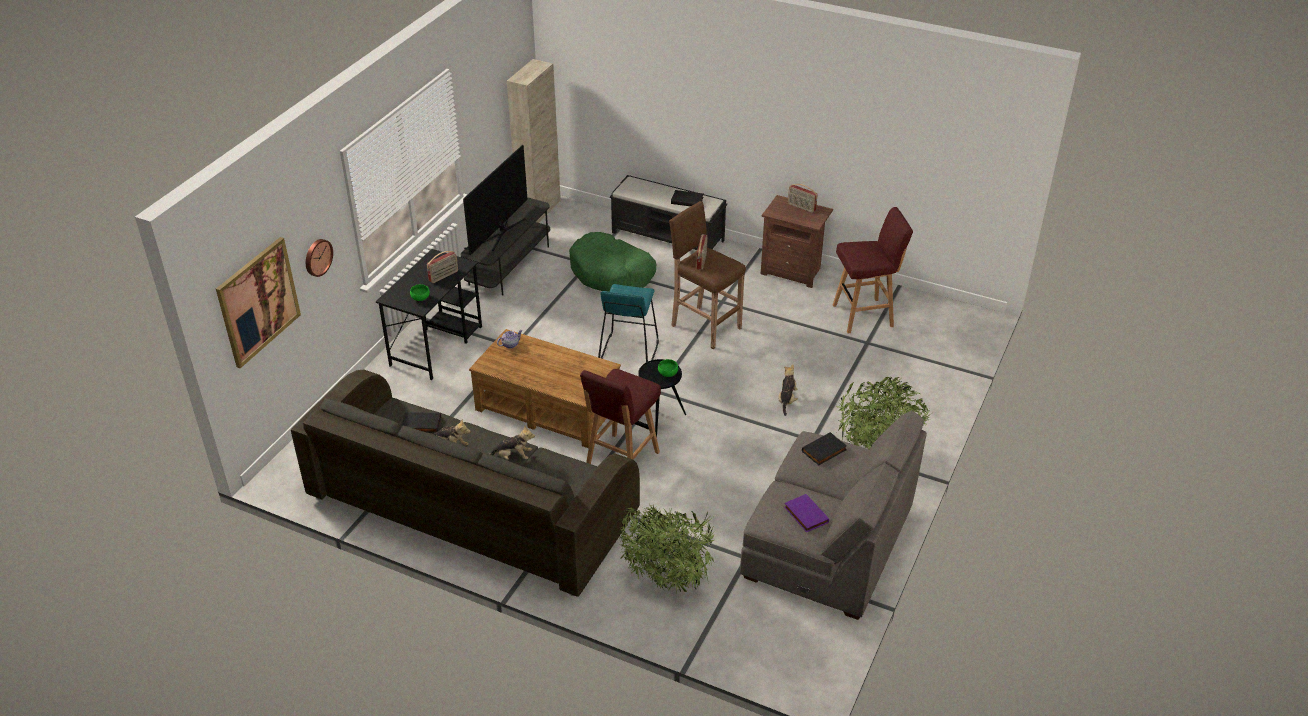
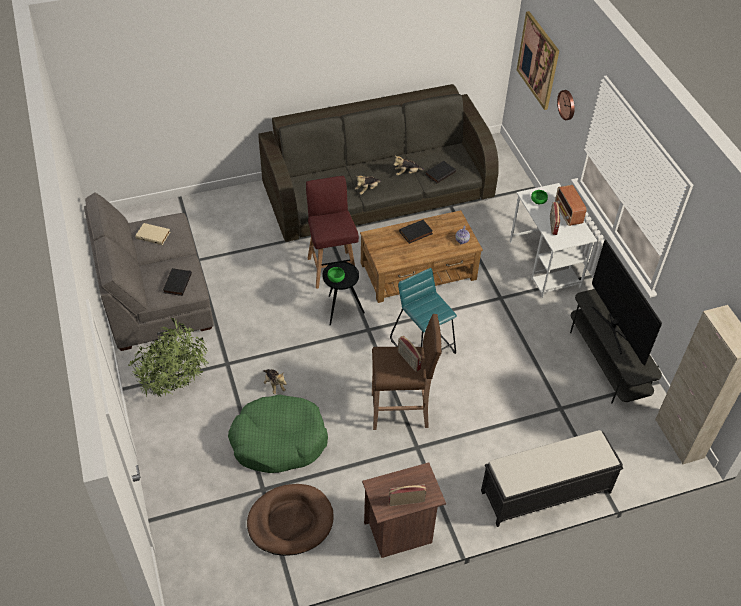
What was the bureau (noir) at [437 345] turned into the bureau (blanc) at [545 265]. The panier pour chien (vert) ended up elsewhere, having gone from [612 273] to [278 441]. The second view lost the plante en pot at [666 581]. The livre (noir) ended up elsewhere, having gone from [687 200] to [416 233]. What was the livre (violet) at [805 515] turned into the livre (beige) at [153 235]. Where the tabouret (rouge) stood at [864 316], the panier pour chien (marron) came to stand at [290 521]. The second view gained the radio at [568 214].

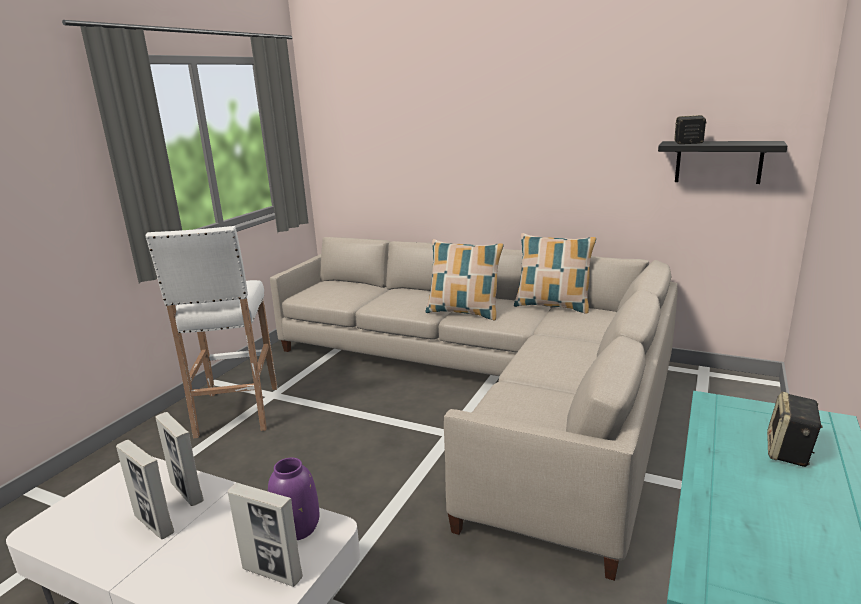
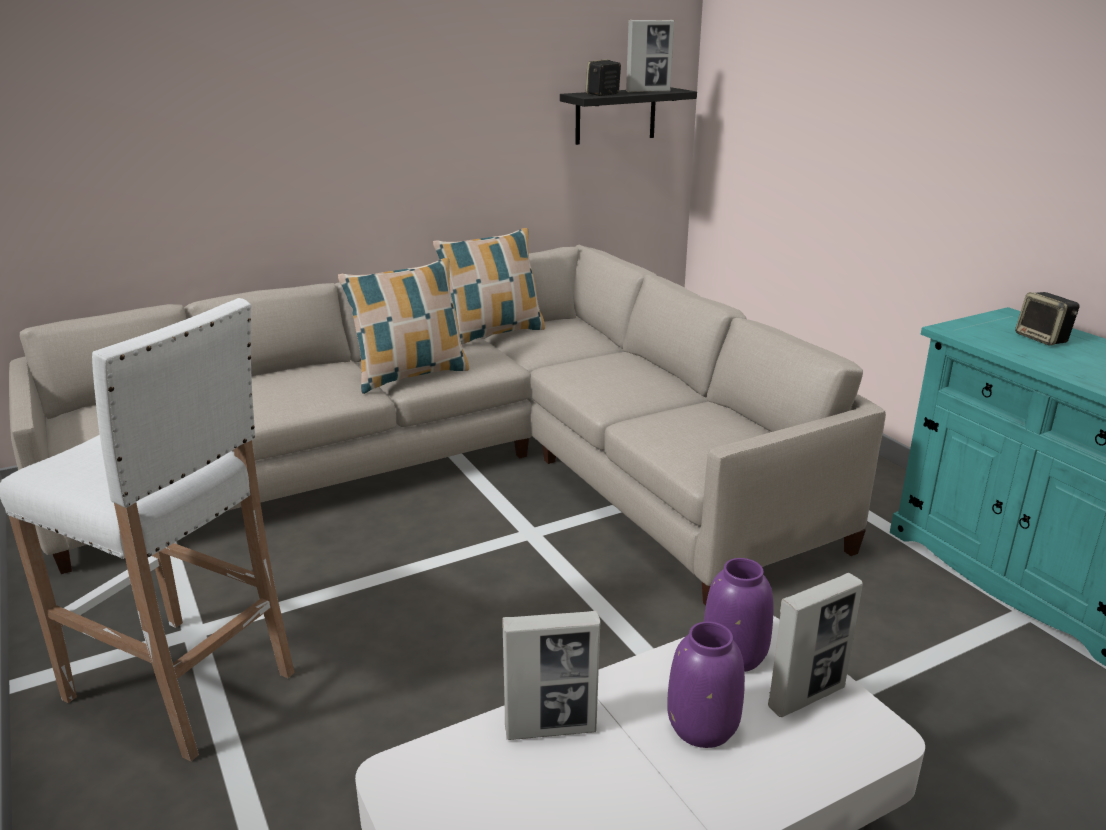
The cadre photo ended up elsewhere, having gone from [154 524] to [648 91]. The second view gained the vase (violet) at [703 727].

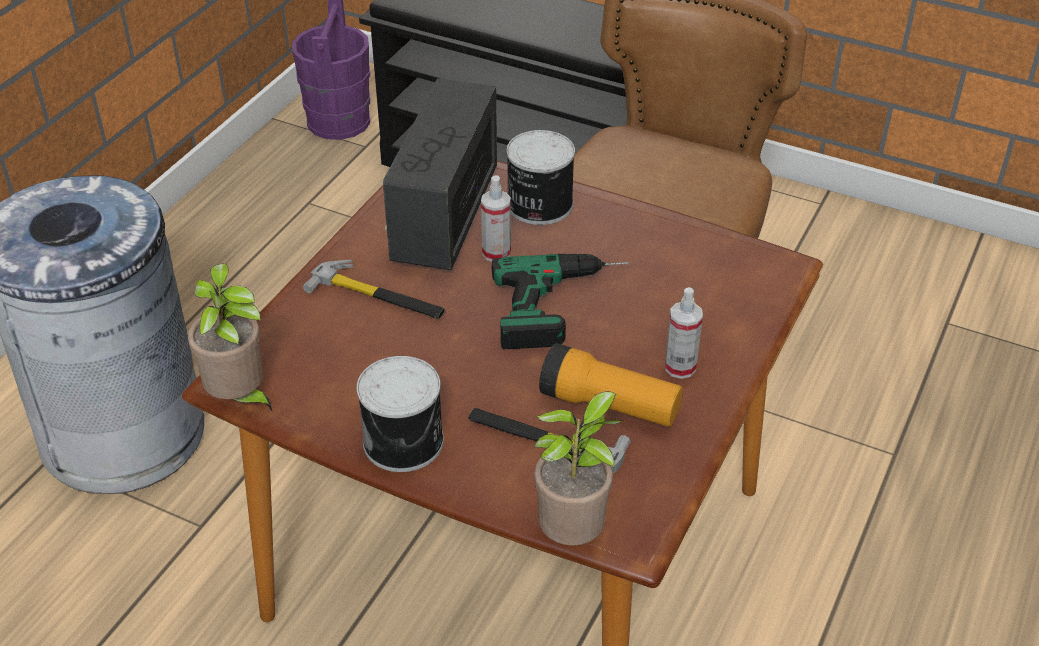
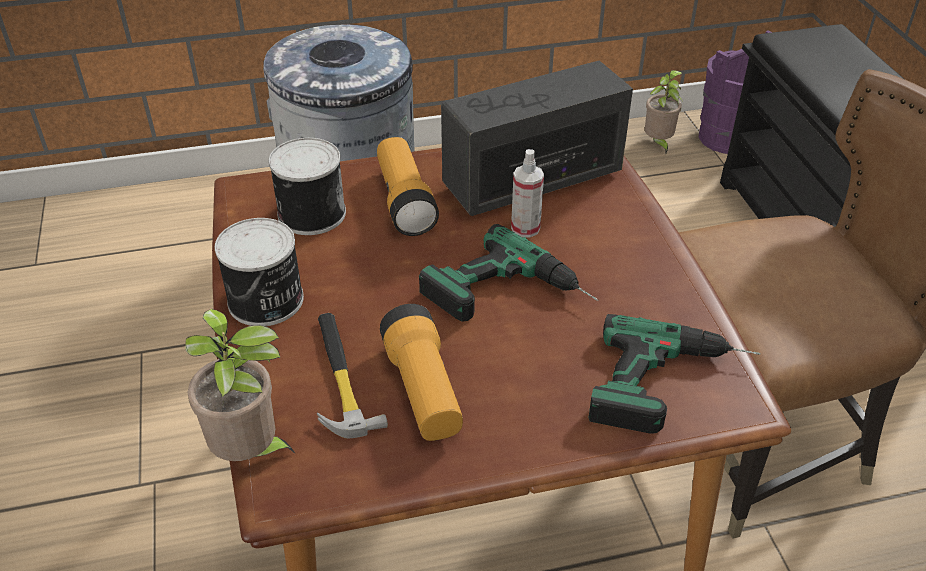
The plante en pot ended up elsewhere, having gone from [240 399] to [658 143]. Where the marteau stood at [378 296], the lampe de poche came to stand at [405 201]. The boîte métallique ended up elsewhere, having gone from [538 205] to [310 213]. The second view lost the vaporisateur at [680 367]. The second view gained the perceuse at [674 385].

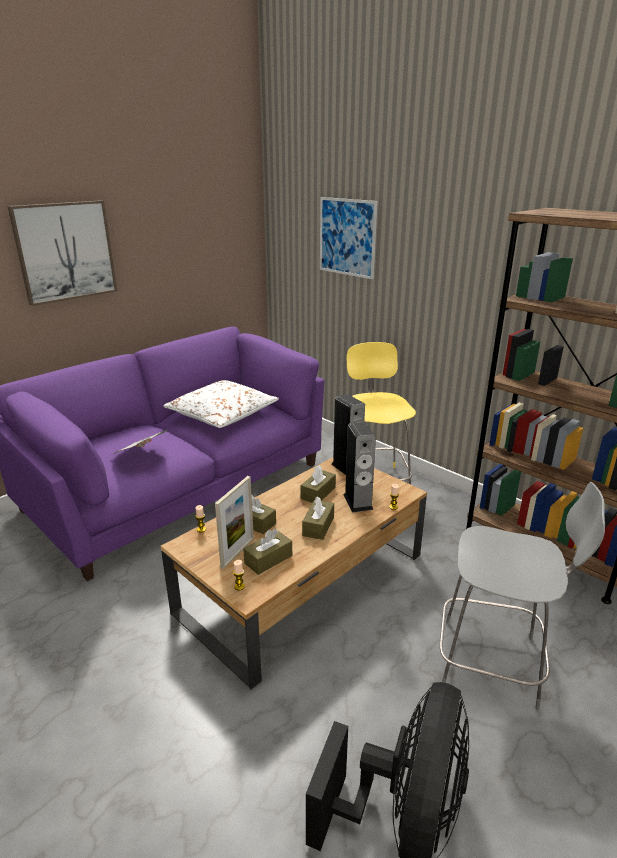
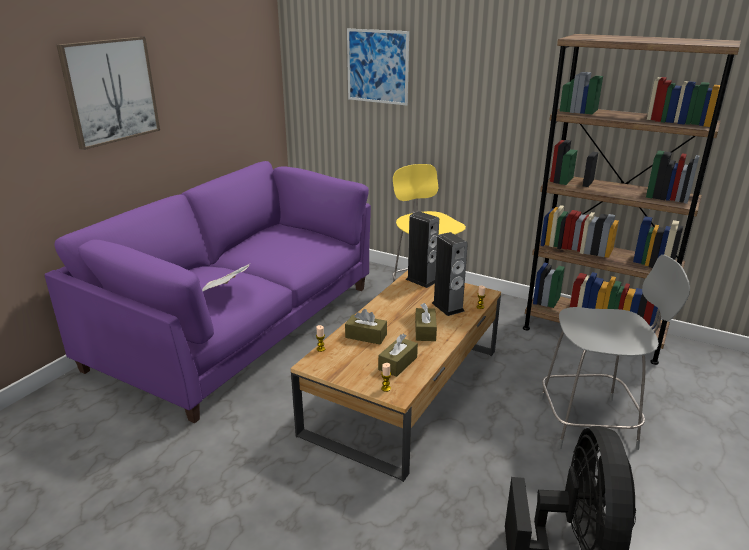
The second view lost the coussin (blanc) at [222 414]. The second view lost the cadre photo at [237 553]. The second view lost the boîte à mouchoirs (marron) at [318 493].

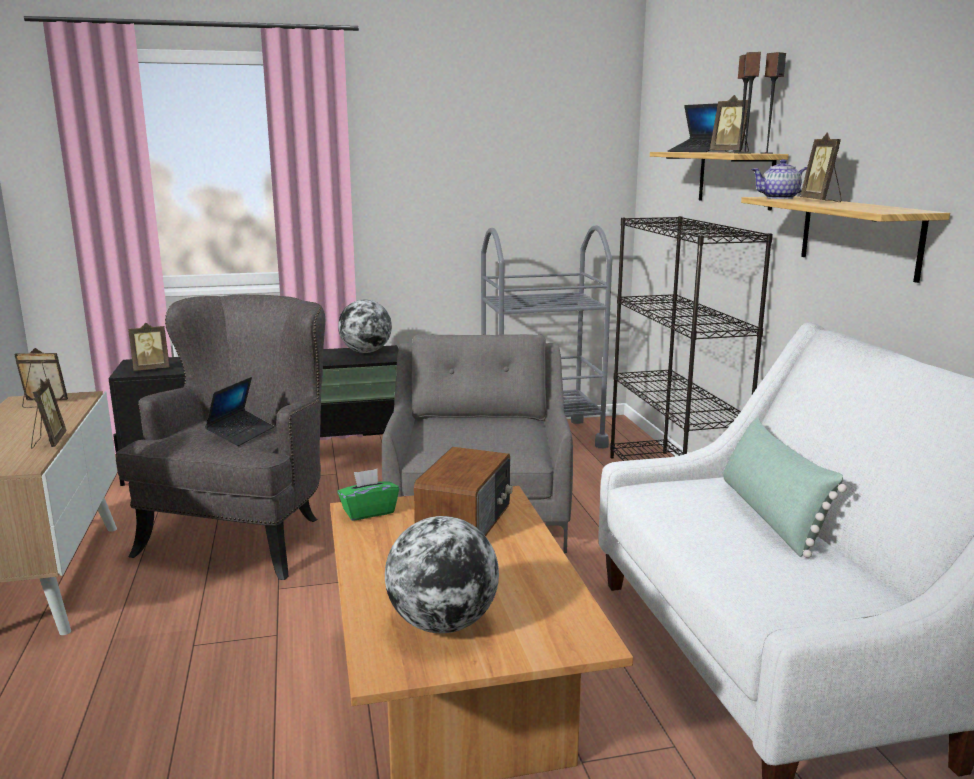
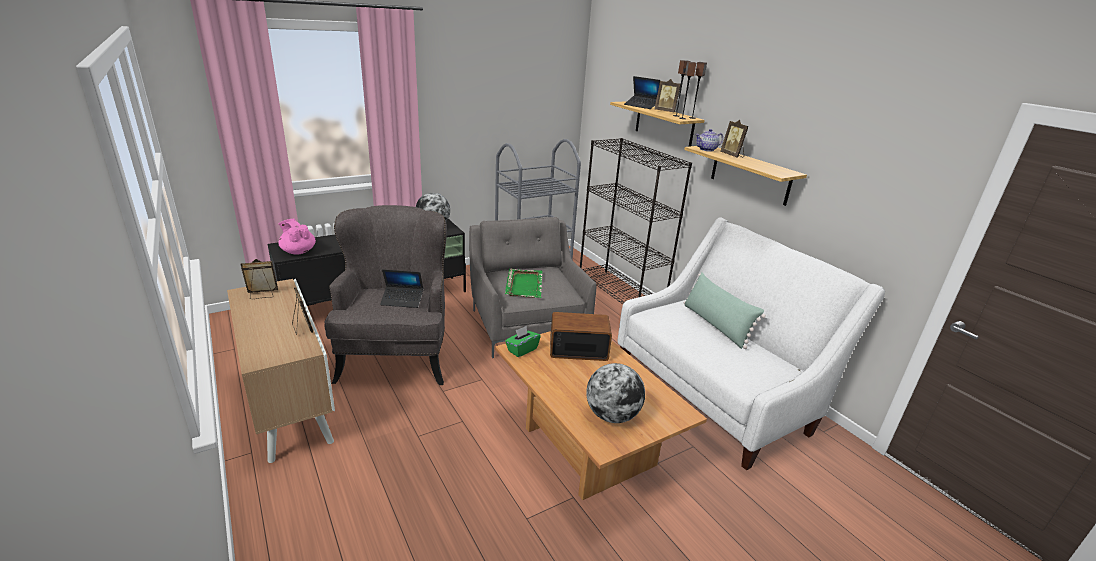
Where the cadre photo stood at [151 369], the théière (rose) came to stand at [298 251]. The ordinateur portable at [241 434] ended up facing another way, 90 degrees clockwise from before. The radio at [466 521] ended up facing another way, 90 degrees counterclockwise from before. The second view gained the plateau (vert) at [524 284].

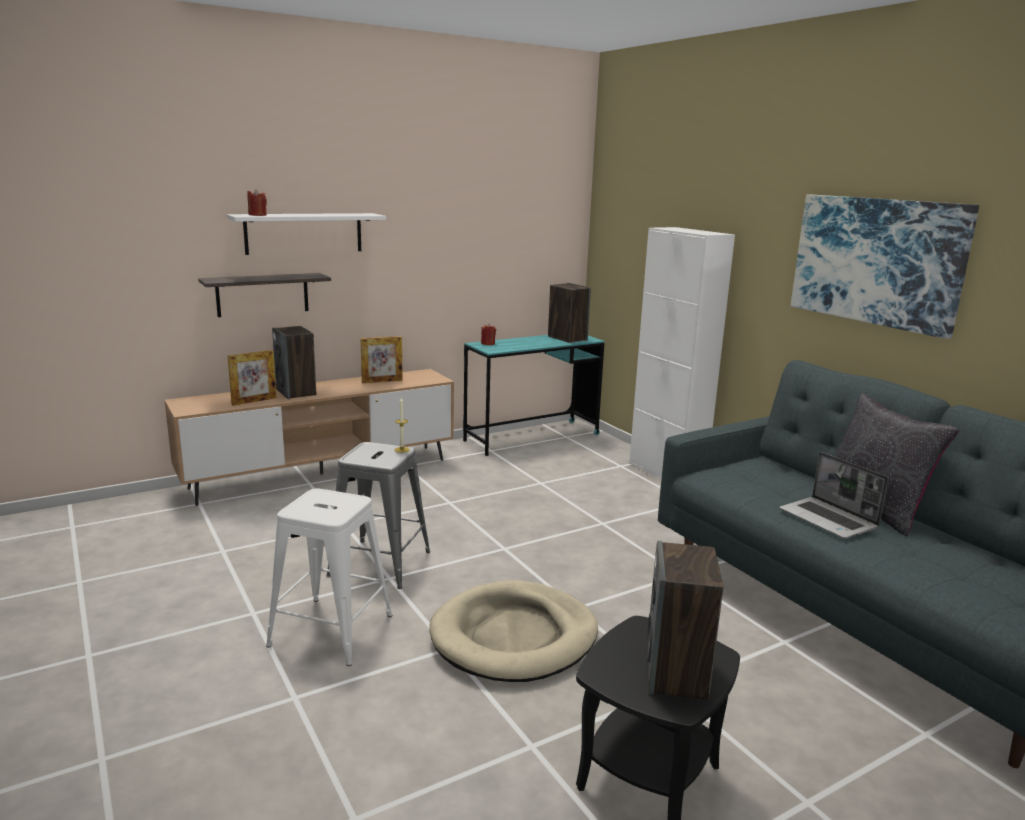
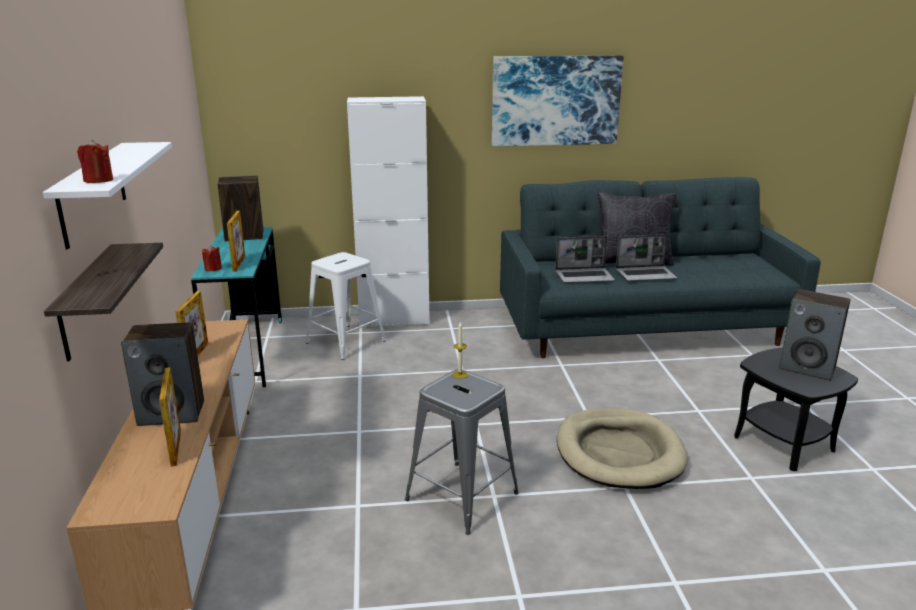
The tabouret (blanc) ended up elsewhere, having gone from [331 630] to [346 342]. The second view gained the cadre photo at [239 263]. The second view gained the ordinateur portable at [584 277].

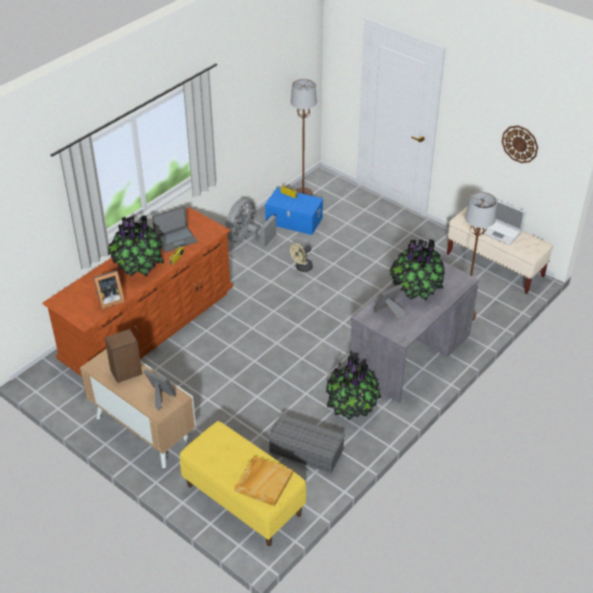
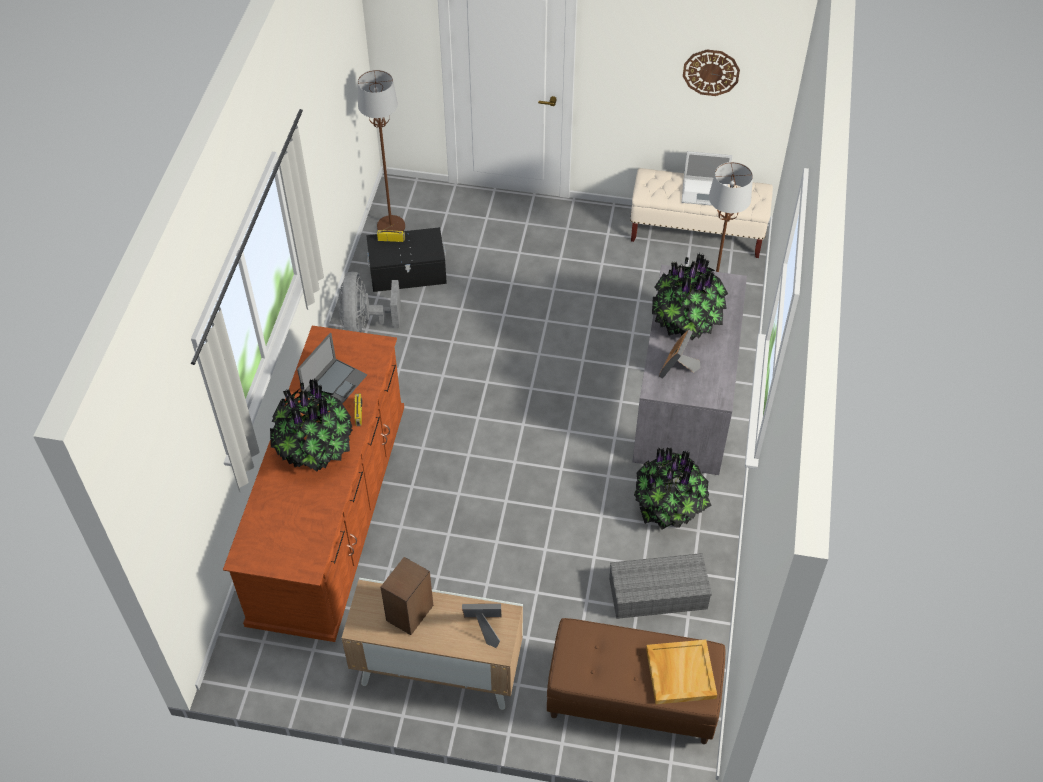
The second view lost the cadre photo at [109 300]. What was the banc (jaune) at [242 500] turned into the banc (marron) at [631 700]. What was the boîte de rangement (bleu) at [294 221] turned into the boîte de rangement (noir) at [408 272]. The second view lost the ventilateur (beige) at [302 268].

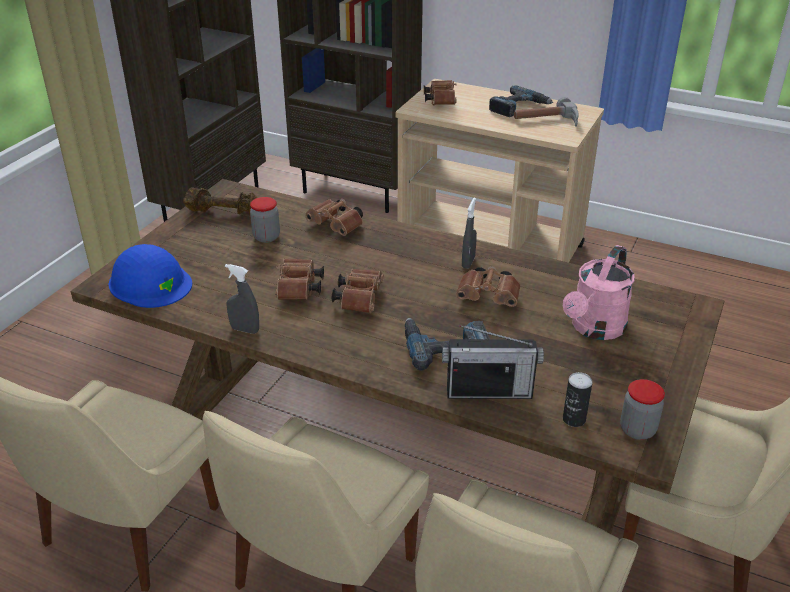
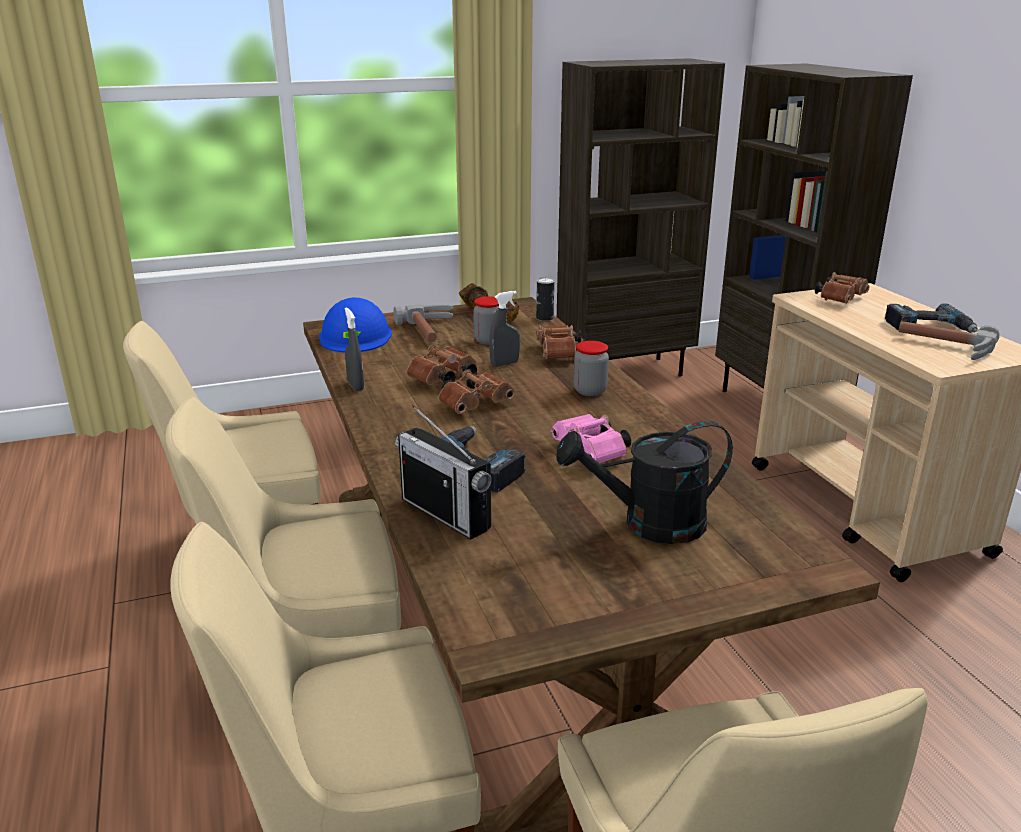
What was the jumelles (marron) at [490 297] turned into the jumelles (rose) at [592 453]. The vaporisateur (gris) ended up elsewhere, having gone from [468 262] to [504 364]. What was the arrosoir (rose) at [594 329] turned into the arrosoir (noir) at [650 524]. The boîte métallique ended up elsewhere, having gone from [574 419] to [544 318]. The bocal ended up elsewhere, having gone from [637 430] to [590 391]. The second view gained the marteau at [431 331].

